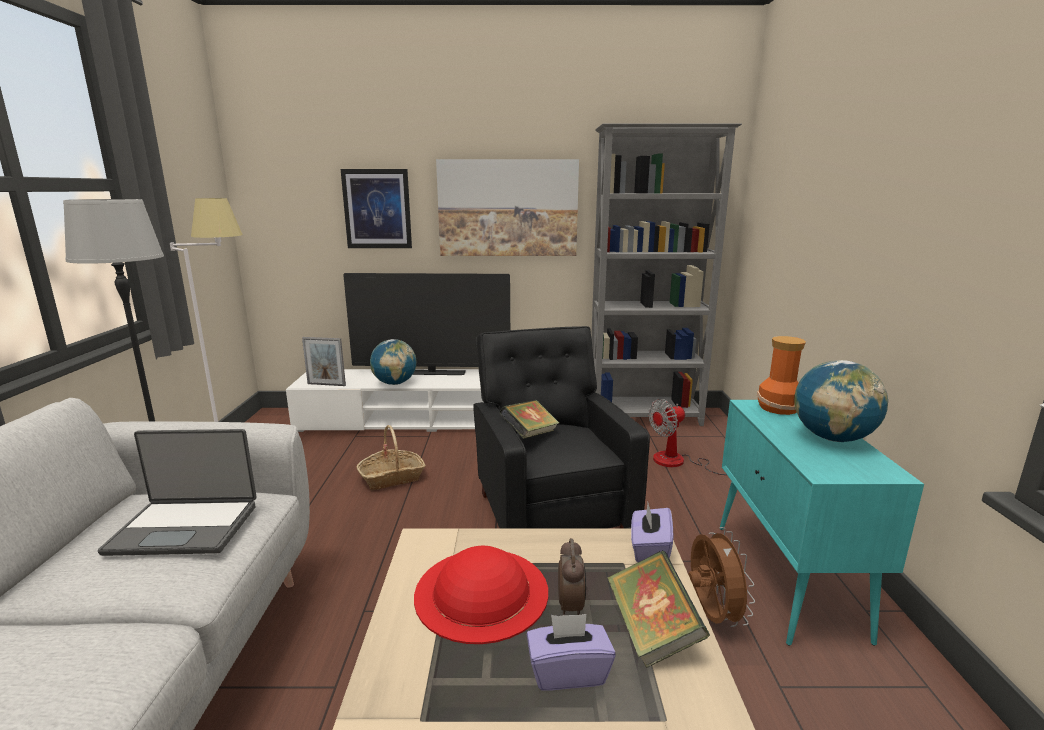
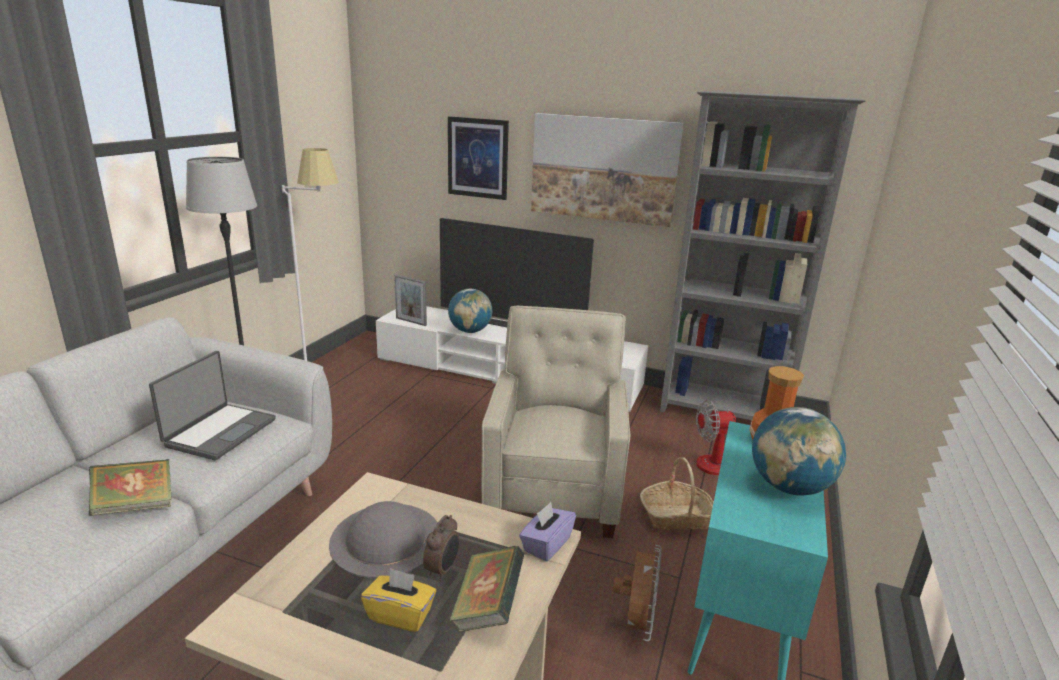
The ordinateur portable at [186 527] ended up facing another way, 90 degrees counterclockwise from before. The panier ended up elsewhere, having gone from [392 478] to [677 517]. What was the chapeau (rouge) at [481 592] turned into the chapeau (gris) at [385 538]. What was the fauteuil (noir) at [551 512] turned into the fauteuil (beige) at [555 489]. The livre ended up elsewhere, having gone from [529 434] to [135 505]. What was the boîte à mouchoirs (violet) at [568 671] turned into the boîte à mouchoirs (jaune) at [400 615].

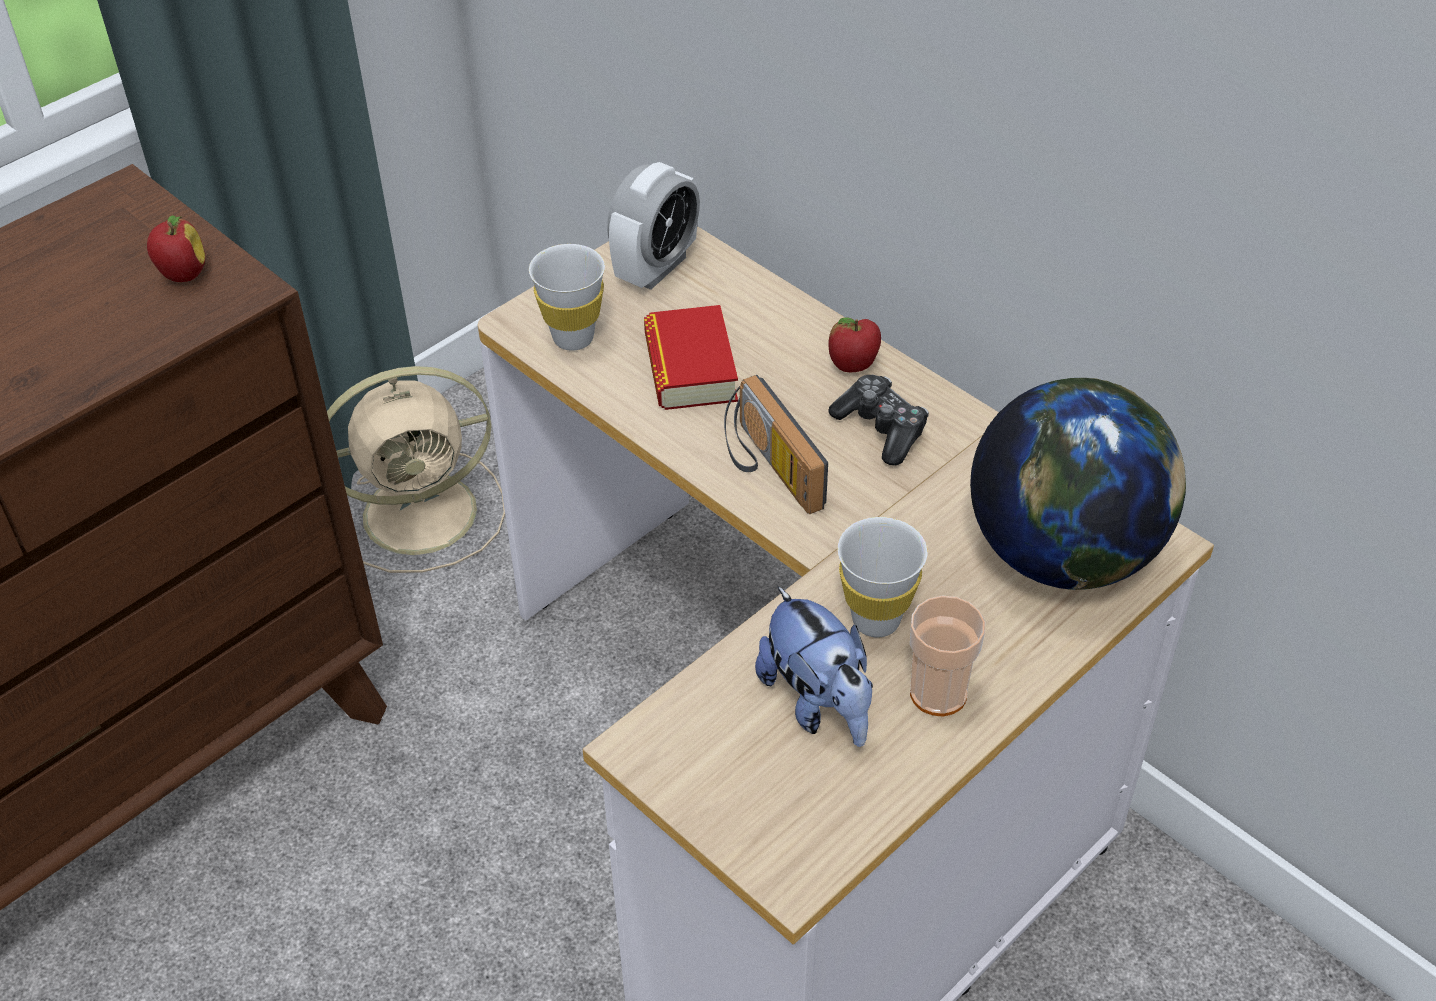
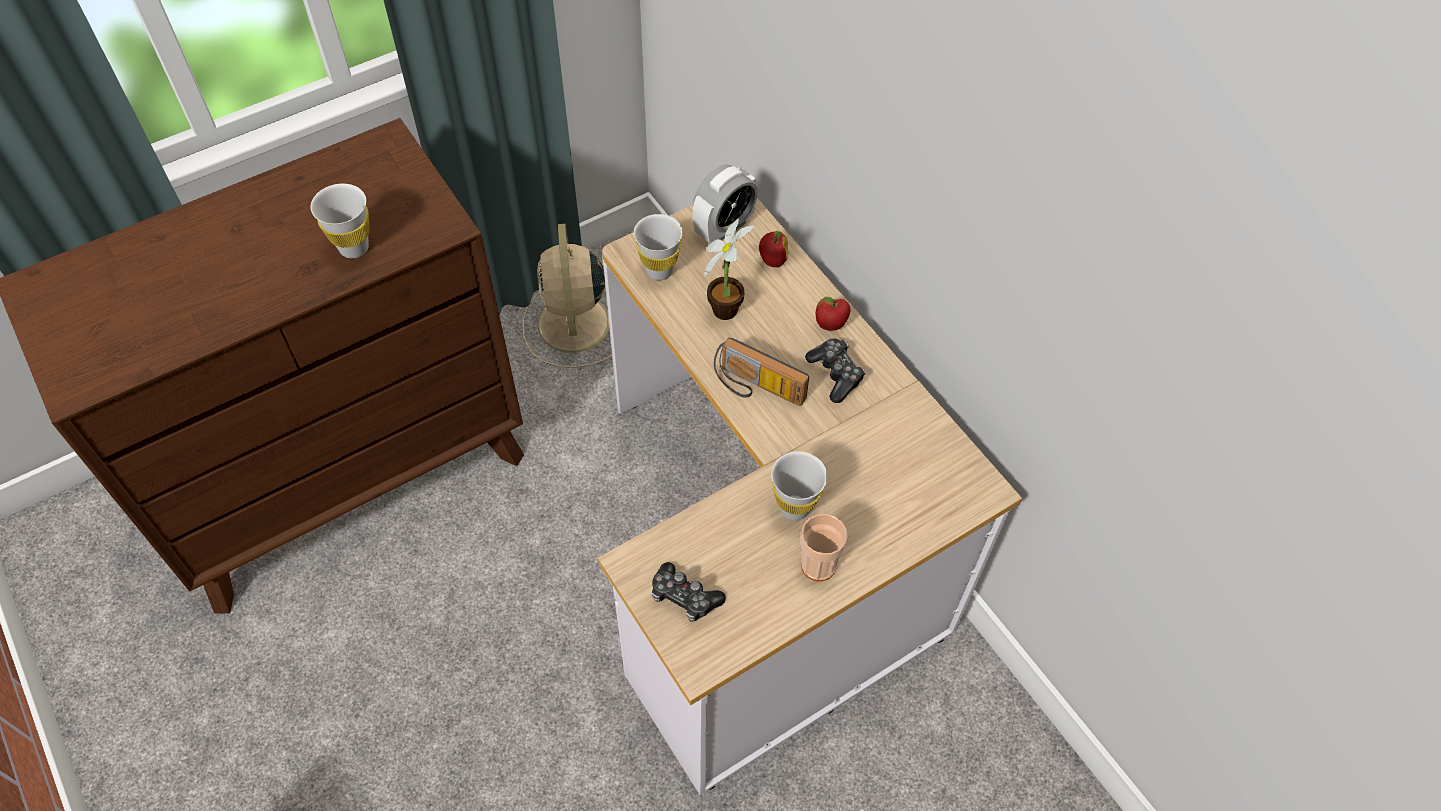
The pomme ended up elsewhere, having gone from [183 275] to [772 261]. The ventilateur (beige) at [425 512] ended up facing another way, 90 degrees clockwise from before. Where the livre stood at [690 368], the plante en pot came to stand at [727 307]. The radio at [767 467] ended up facing another way, 45 degrees counterclockwise from before. The second view lost the peluche at [818 703]. The second view lost the globe at [1063 555]. The second view gained the tasse (blanc) at [354 248]. The second view gained the manette at [684 597].

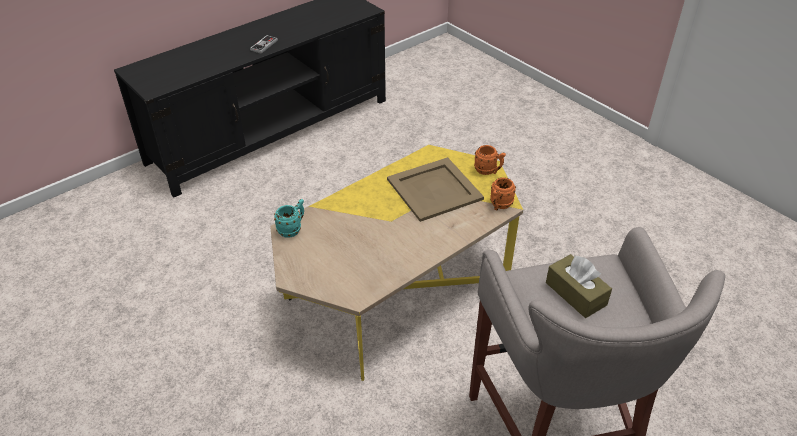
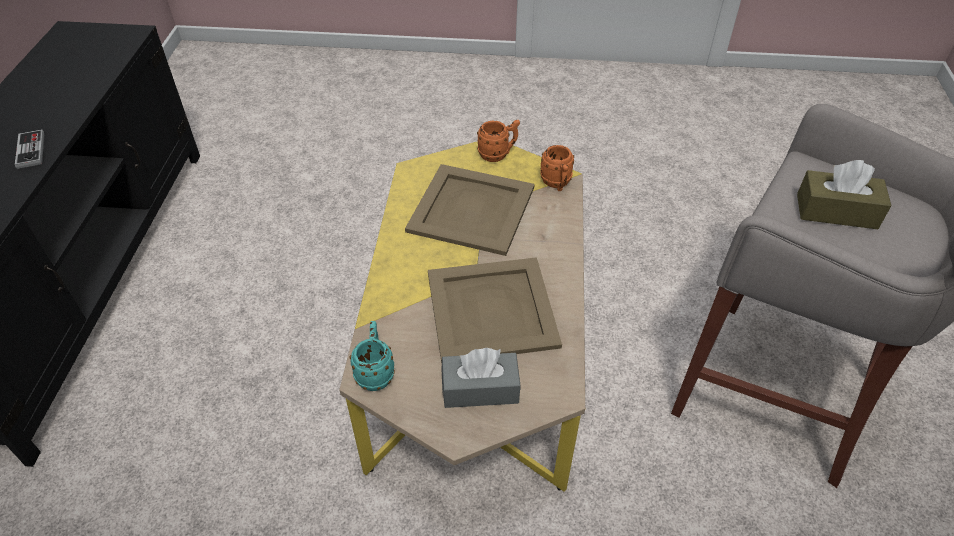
The second view gained the plateau (beige) at [493 310]. The second view gained the boîte à mouchoirs (gris) at [480 389].

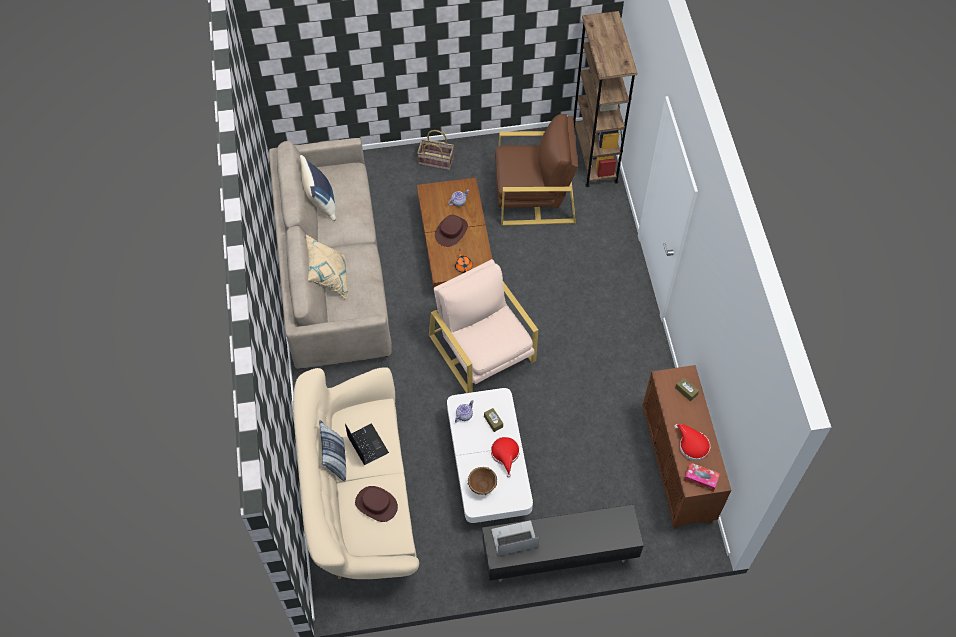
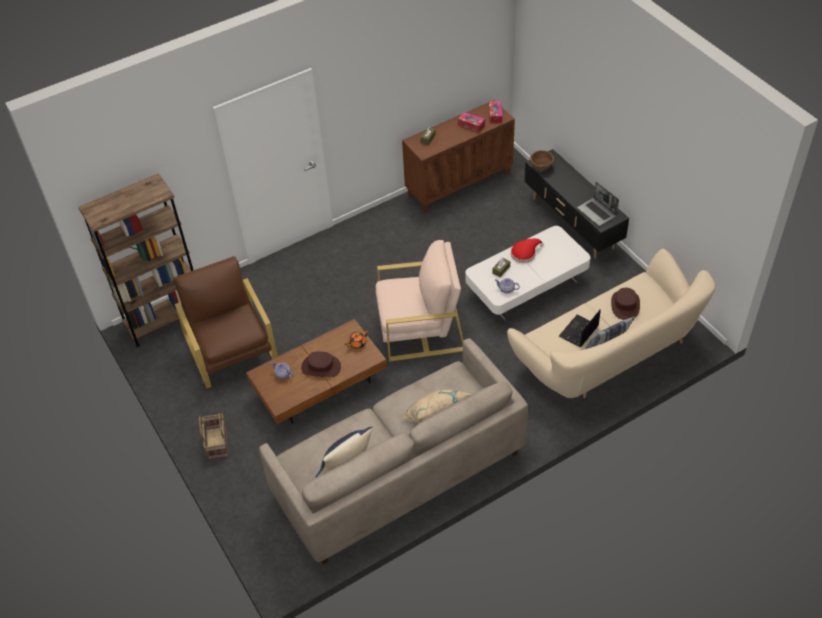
The fauteuil (beige) at [482 349] ended up facing another way, 135 degrees counterclockwise from before. The bol (marron) ended up elsewhere, having gone from [482 486] to [541 168]. Where the chapeau (rouge) stood at [692 445], the boîte à mouchoirs came to stand at [471 125].

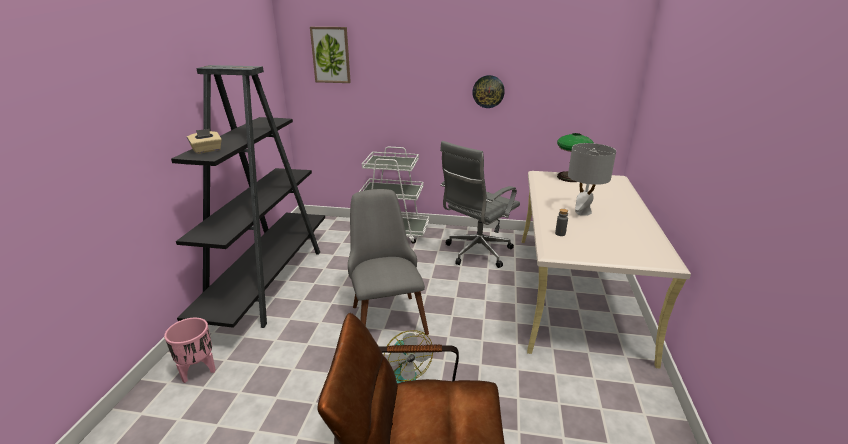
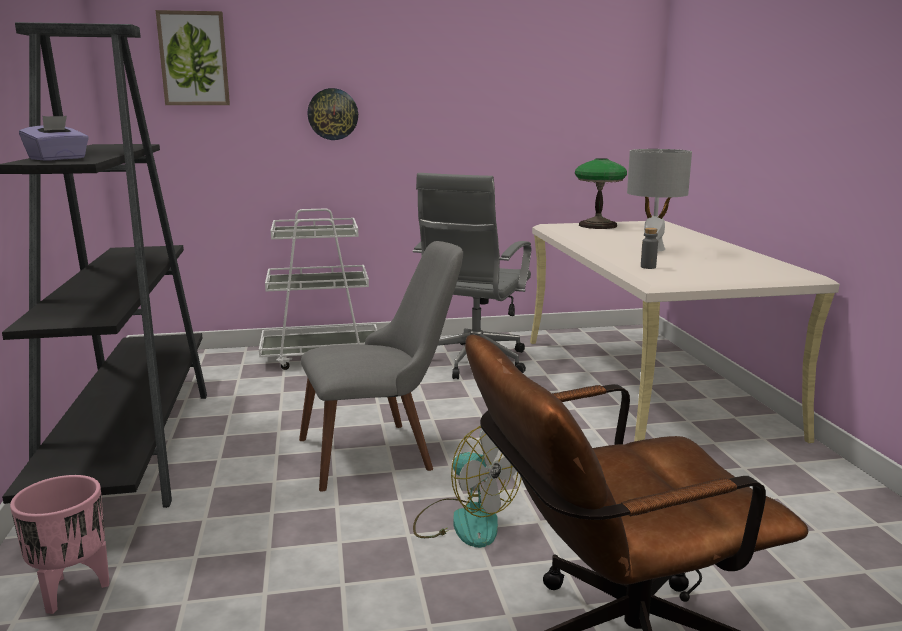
What was the boîte à mouchoirs (beige) at [207 150] turned into the boîte à mouchoirs (violet) at [58 159]. The chaise (gris) at [385 313] ended up facing another way, 105 degrees clockwise from before. The horloge murale ended up elsewhere, having gone from [488 91] to [332 114].

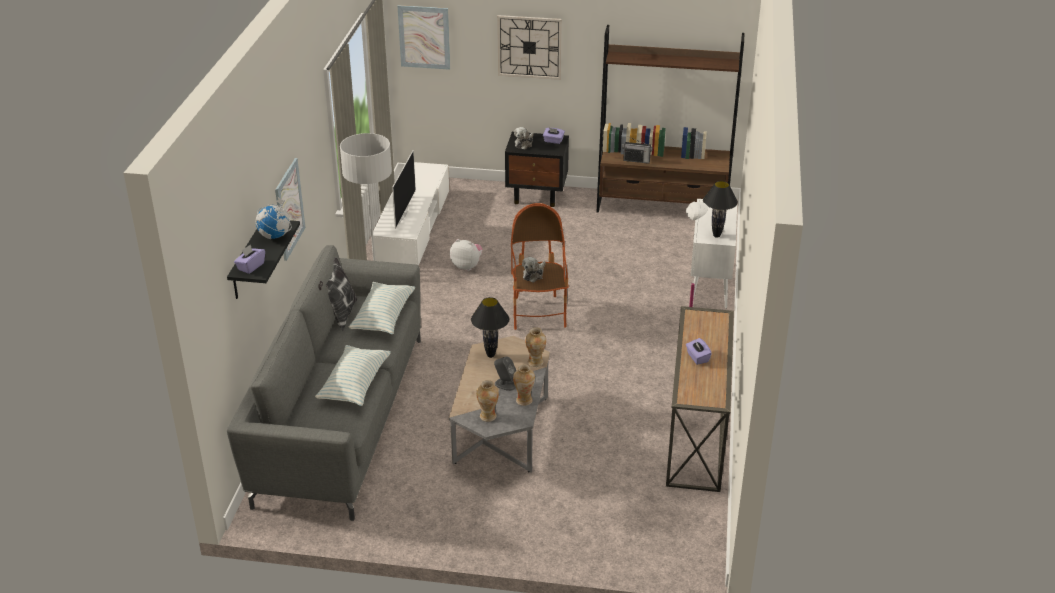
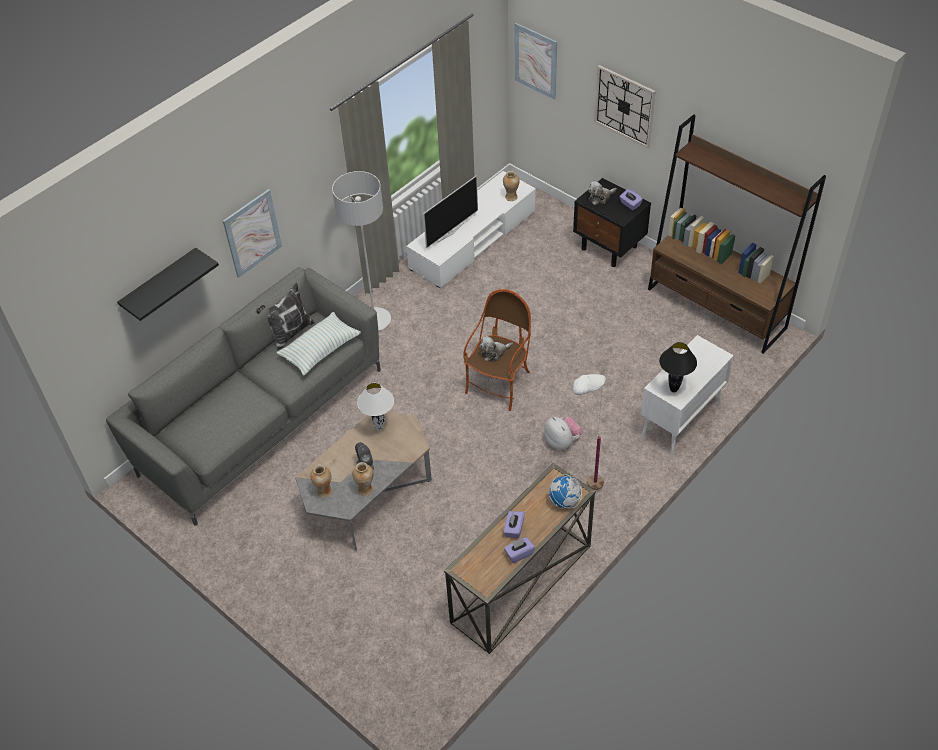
The boîte à mouchoirs (violet) ended up elsewhere, having gone from [251 266] to [519 554]. The globe ended up elsewhere, having gone from [275 236] to [564 501]. The second view lost the coussin at [354 384]. The peluche ended up elsewhere, having gone from [467 266] to [562 442]. What was the lampe de table (noir) at [490 355] turned into the lampe de table (blanc) at [379 428]. The vase ended up elsewhere, having gone from [535 362] to [511 197]. The second view lost the radio at [636 160].

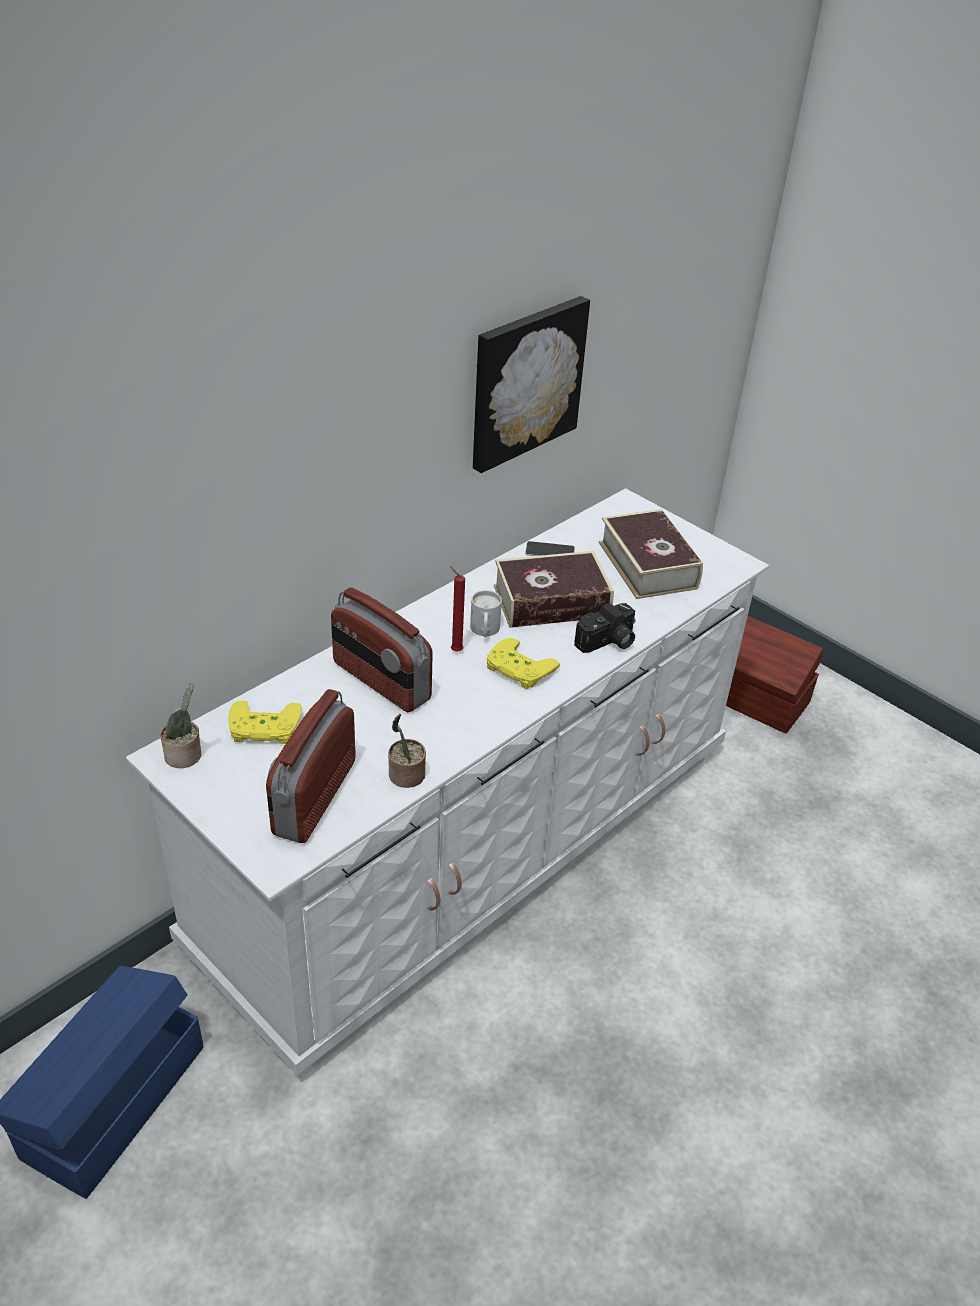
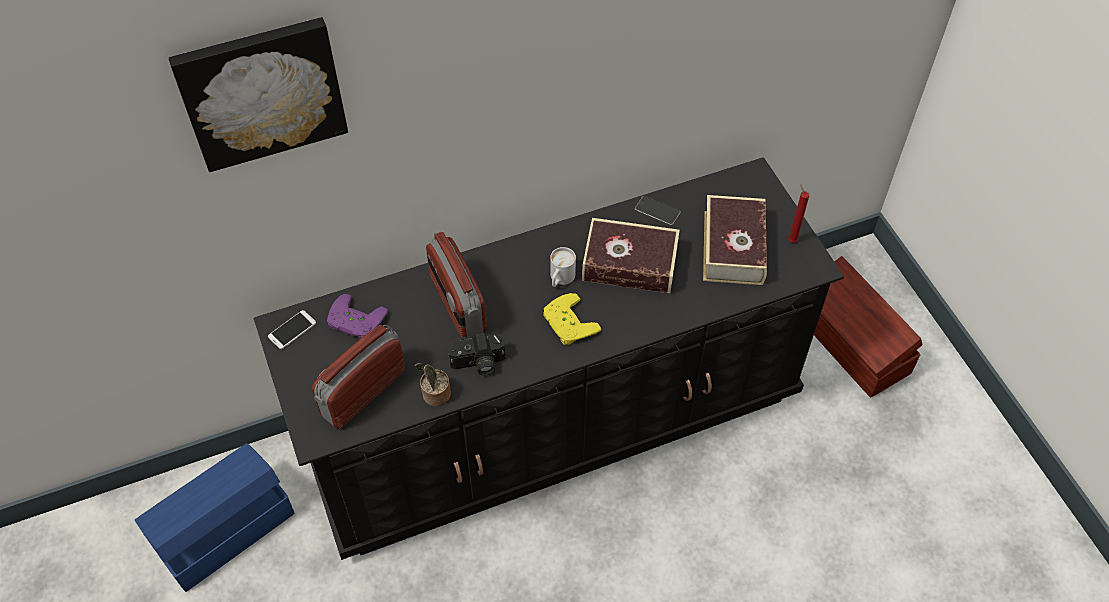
What was the commode (blanc) at [475 845] turned into the commode (noir) at [553 418]. Where the plante en pot stood at [185 756], the téléphone came to stand at [292 330]. What was the manette (jaune) at [263 729] turned into the manette (violet) at [354 322]. The bougie (rouge) ended up elsewhere, having gone from [455 650] to [791 240]. The tableau ended up elsewhere, having gone from [525 381] to [261 91]. The appareil photo ended up elsewhere, having gone from [607 642] to [478 363].

